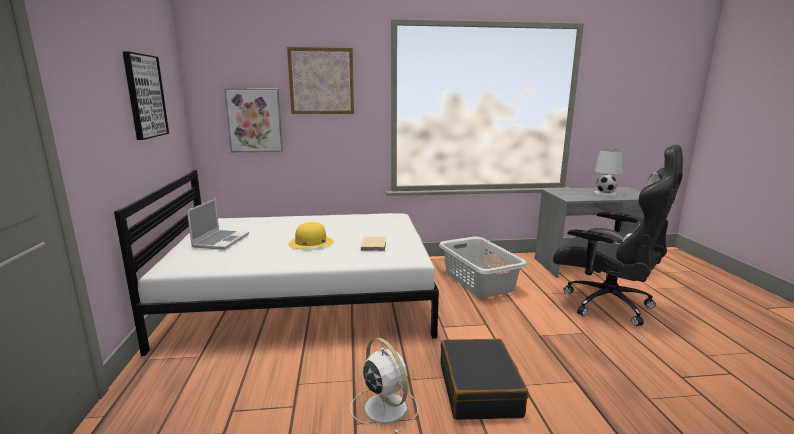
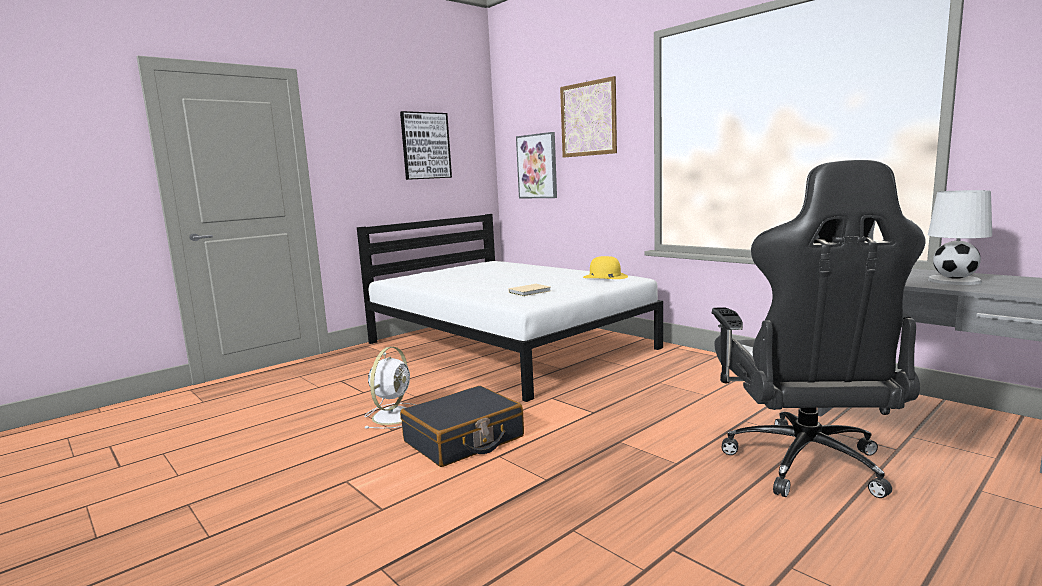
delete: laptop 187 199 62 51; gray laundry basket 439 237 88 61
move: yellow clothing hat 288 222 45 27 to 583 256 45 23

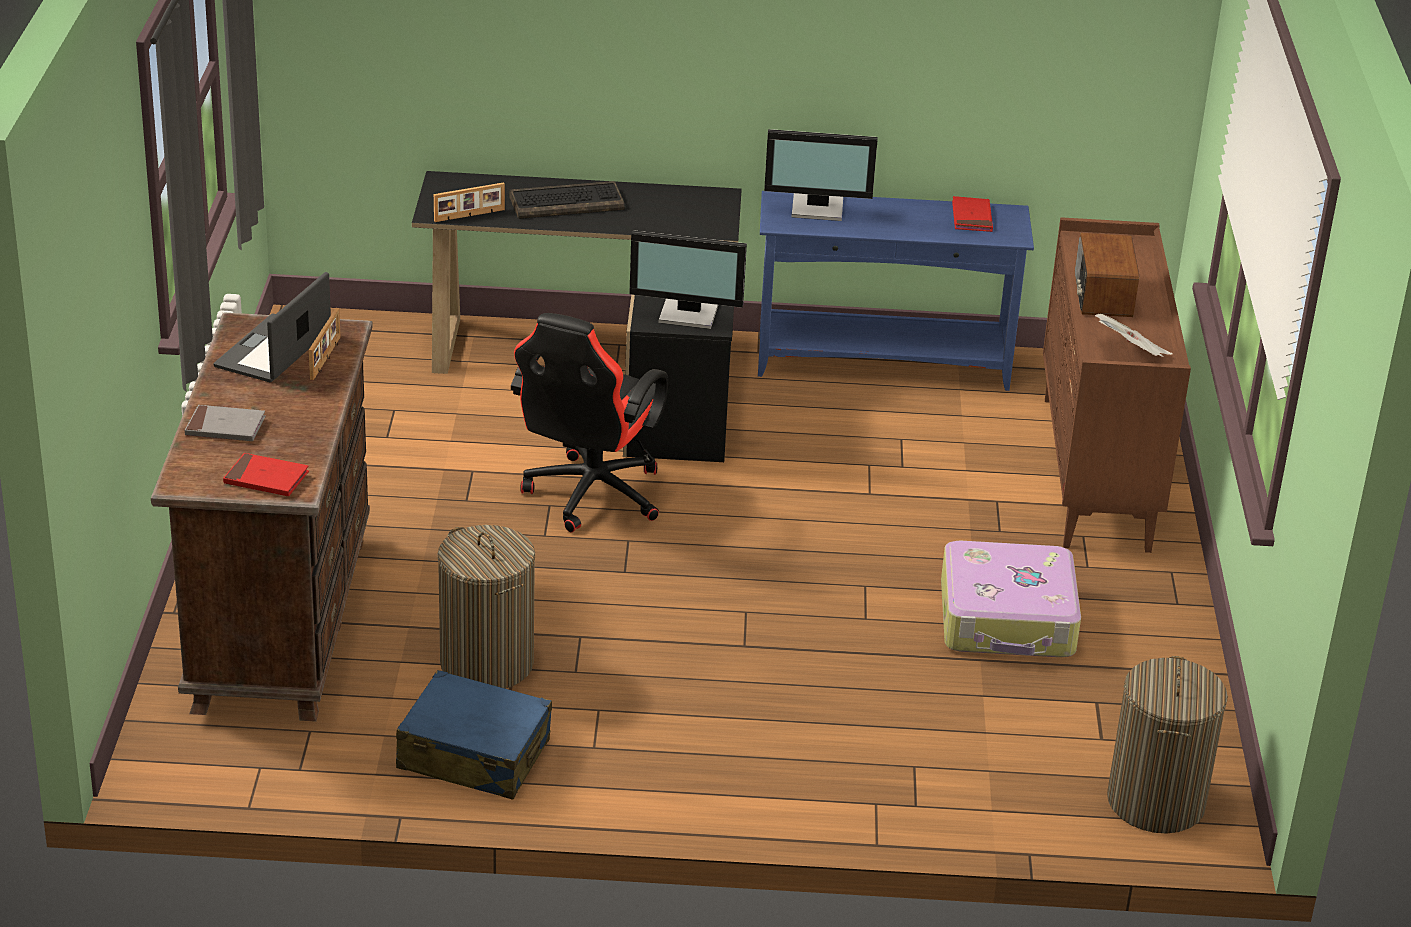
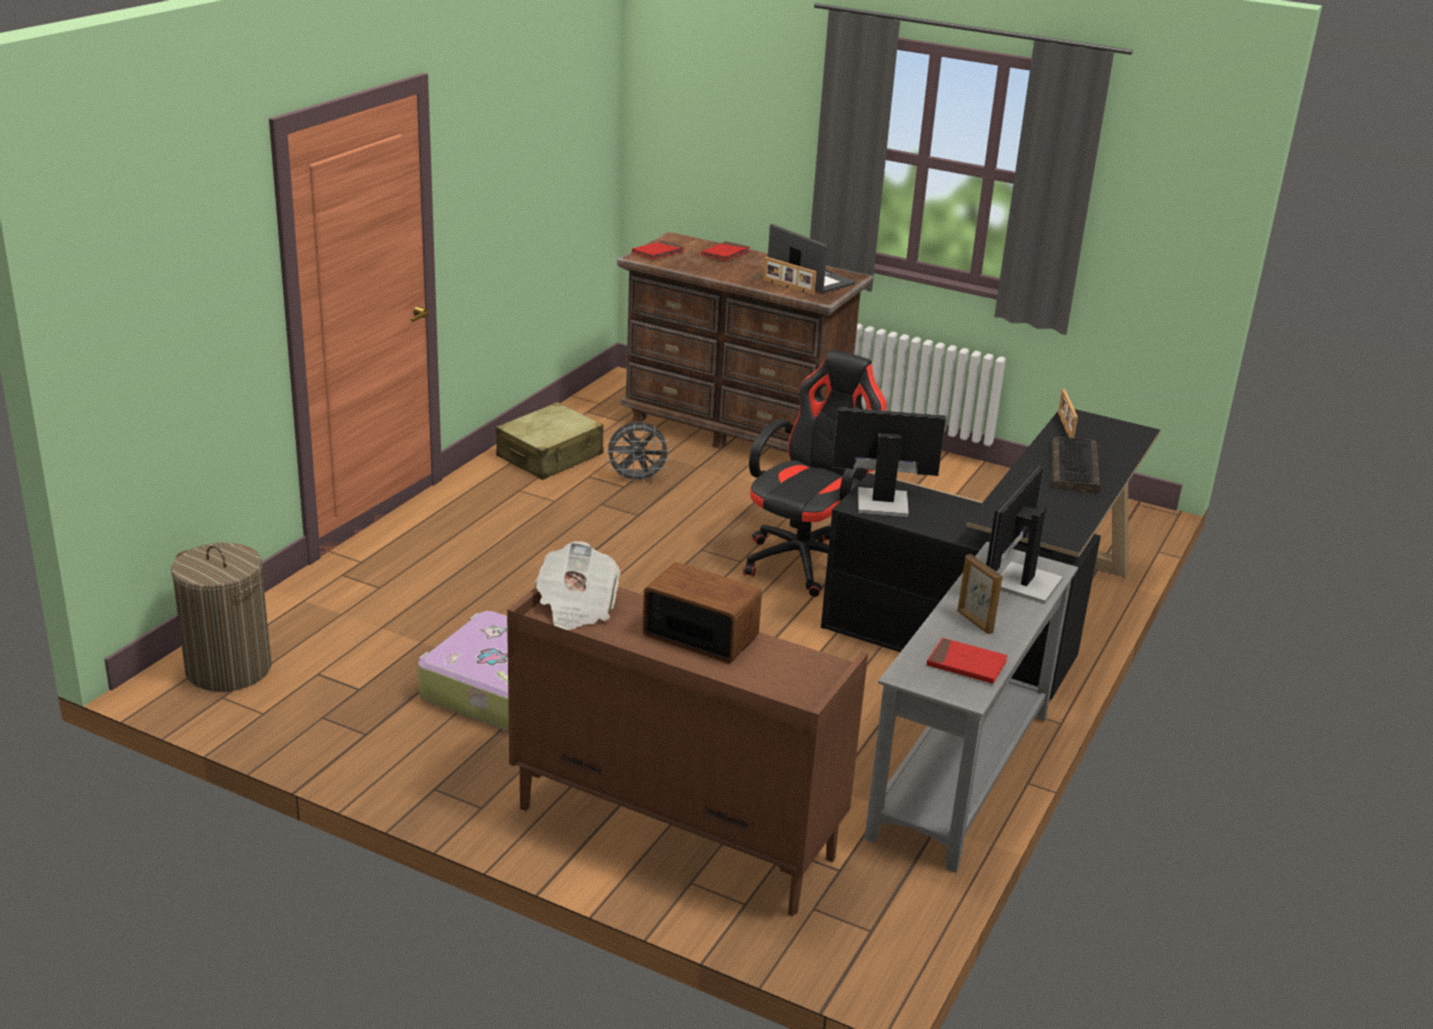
insert: photo frame 957 554 45 80
replace: laundry basket 438 525 97 164 to gray cooling fan 605 422 67 62
recolor: gray book 185 405 81 36 to red book 701 241 49 20; blue piece of luggage 396 670 156 130 to sand-coloured piece of luggage 496 402 108 78; blue console table 758 191 276 200 to gray console table 864 542 214 331
rotate: black office chair 511 313 157 220 = 743 350 143 247 75 degrees clockwise; monitor 629 230 118 99 = 832 407 114 110 60 degrees clockwise

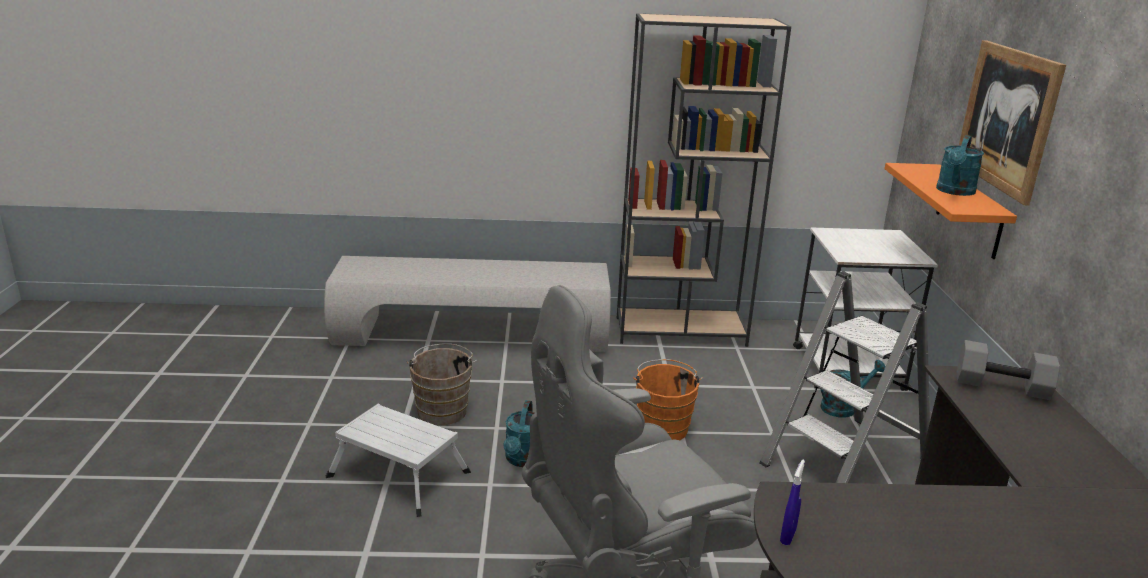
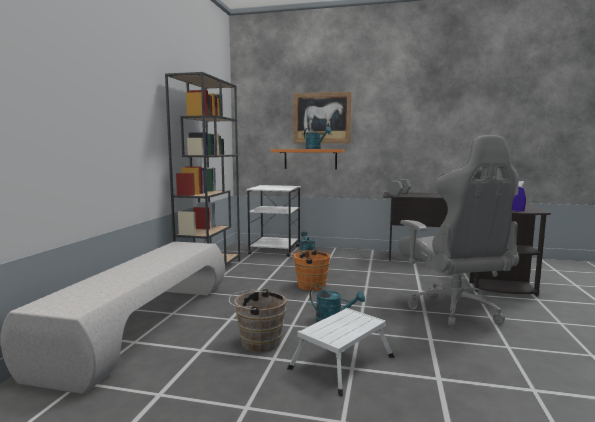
delete: gray step stool 759 271 171 212

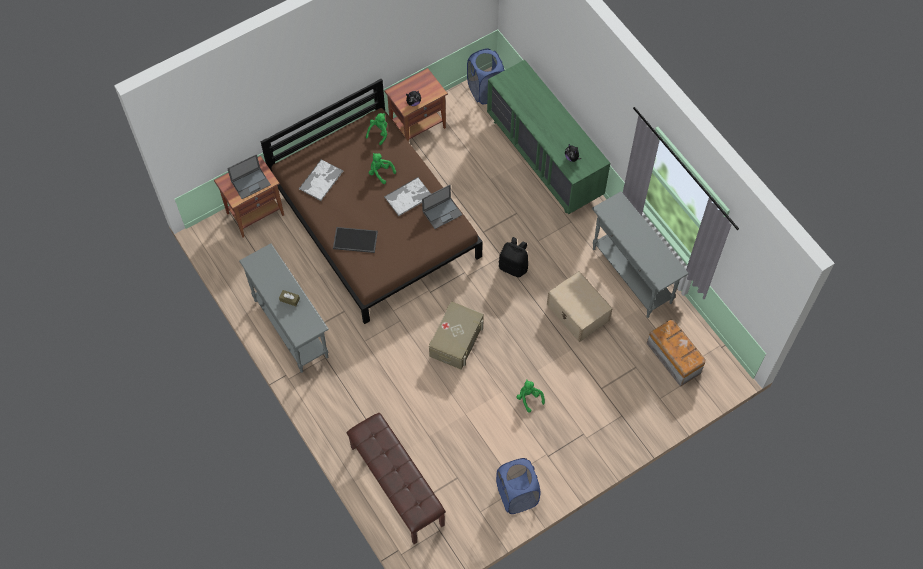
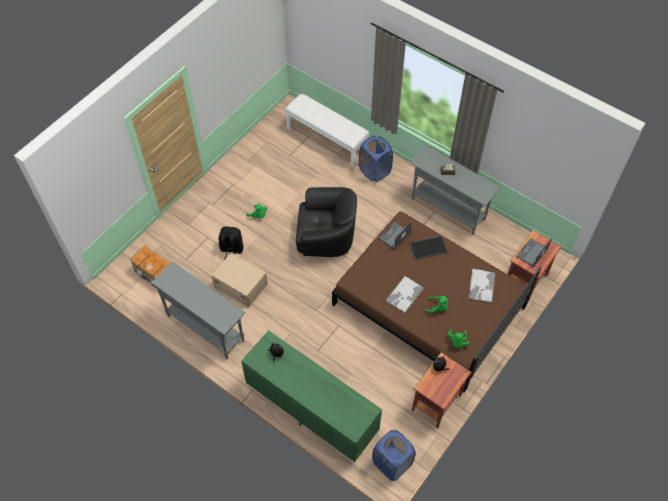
move: laptop 422 185 41 44 to 379 220 33 30; blue laundry basket 496 458 45 56 to 359 136 34 46; black rucksack 499 237 29 41 to 219 226 24 33
replace: sand-coloured storage container 429 301 55 69 to black lounge chair 296 187 61 70
recolor: brownish indoor bench 346 413 100 131 to white-coloured indoor bench 285 94 84 73

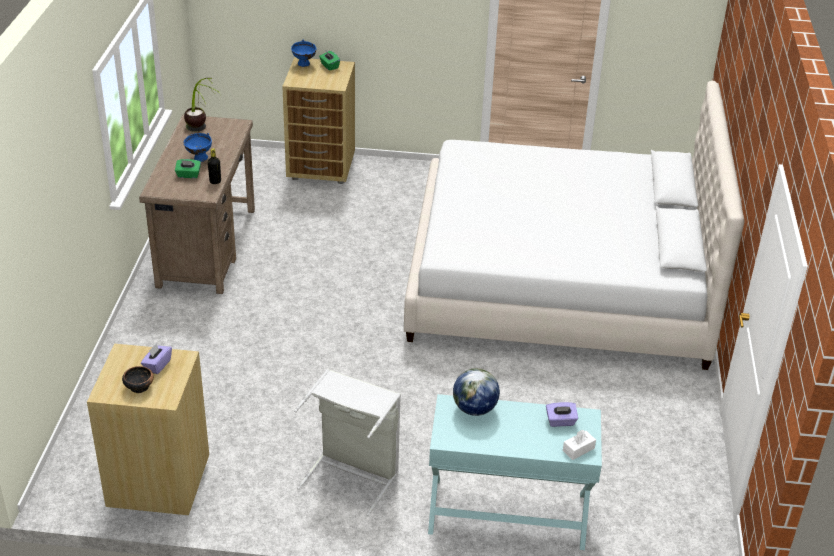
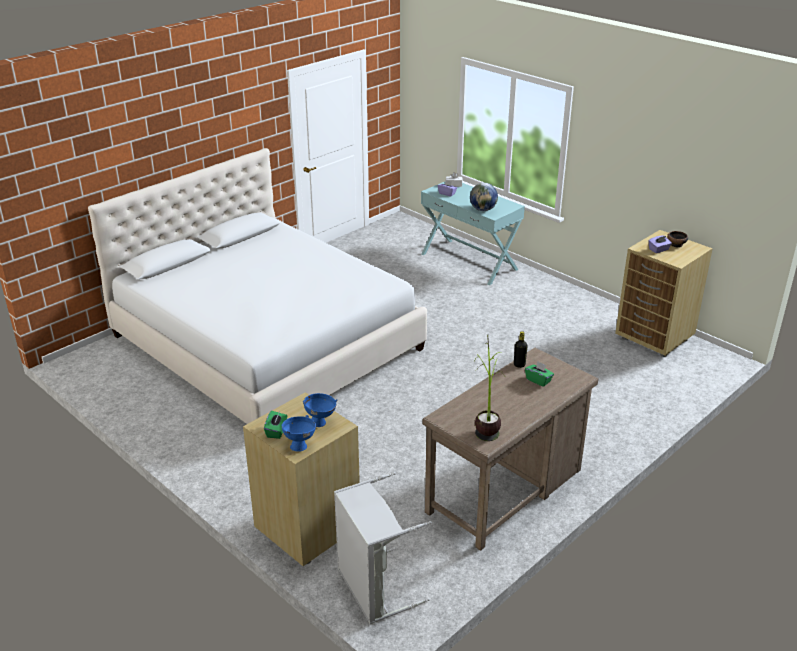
move: blue serving bowl 184 133 28 29 to 303 393 34 34; gray laundry basket 294 369 107 147 to 334 472 98 152

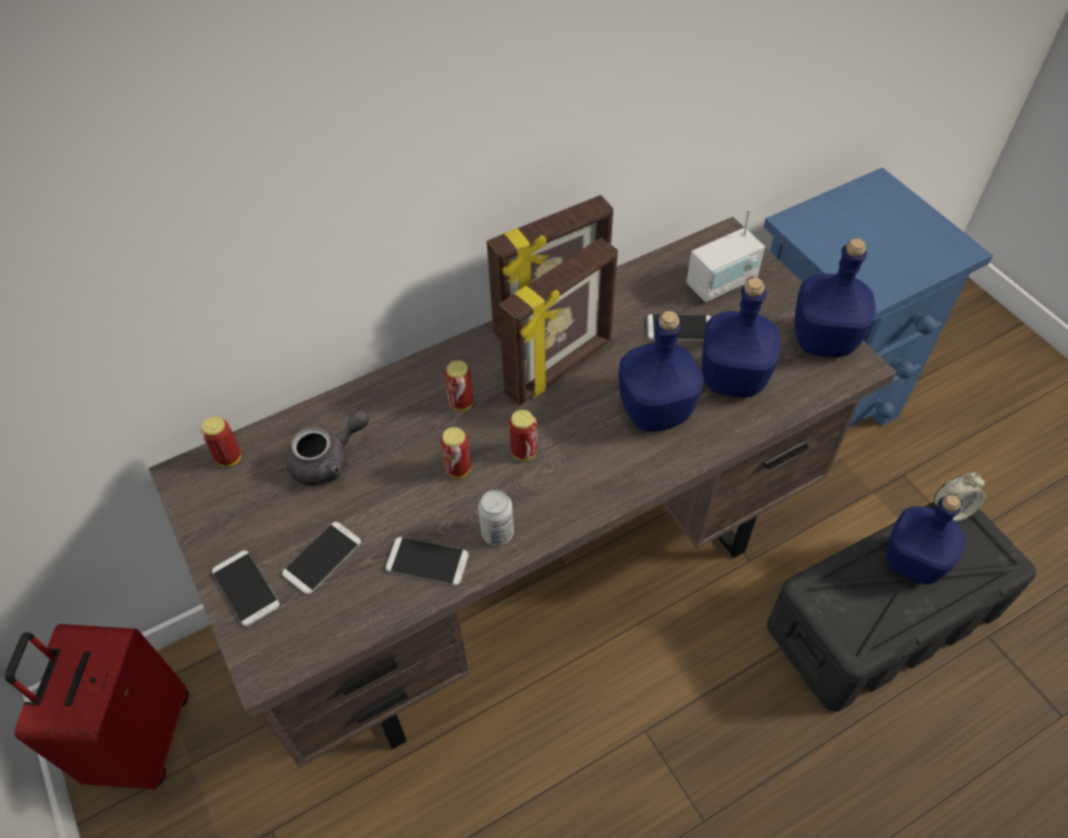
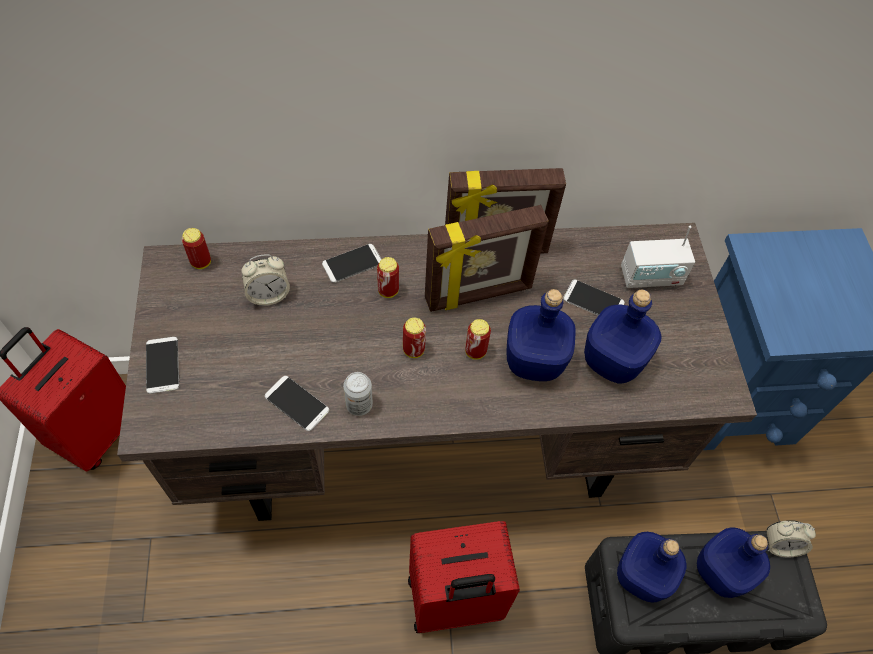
insert: red piece of luggage 408 521 112 112
move: phone 282 522 79 72 to 322 244 59 39; can 440 427 31 51 to 465 319 26 41; blue drink bottle 795 238 81 119 to 617 532 70 71
replace: gray teapot 286 410 83 76 to alarm clock 241 254 49 52

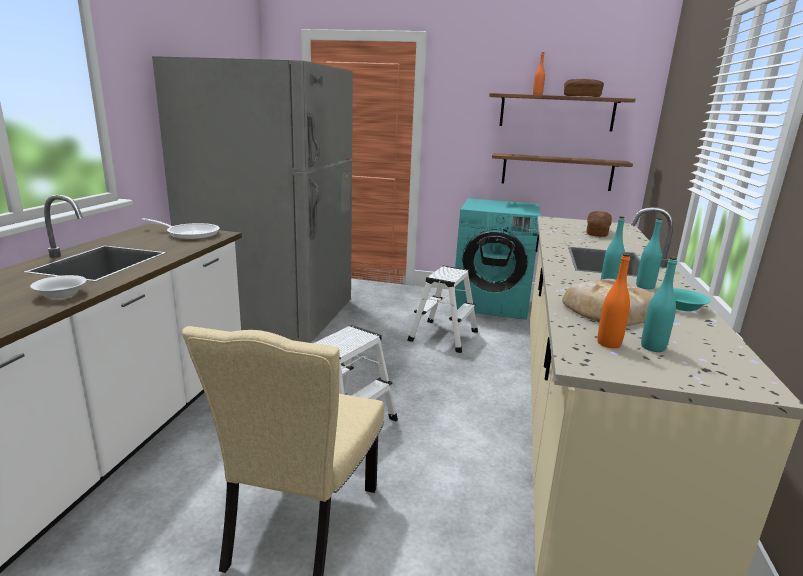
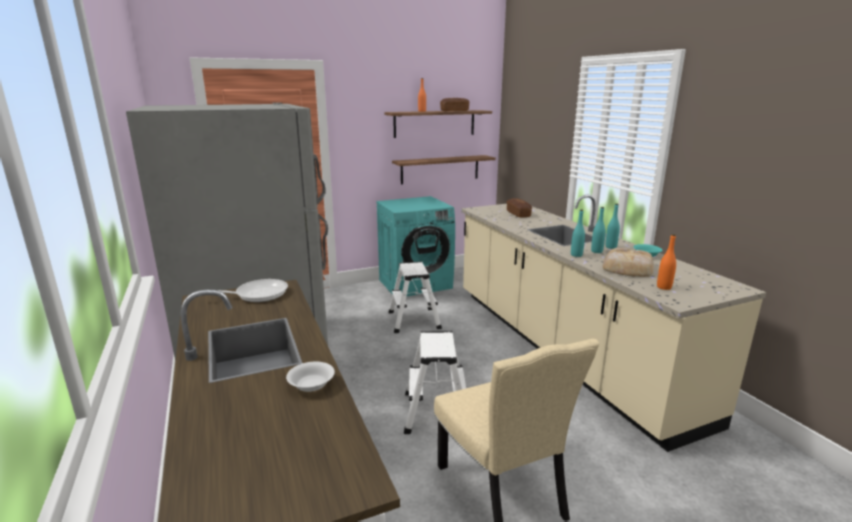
move: turquoise drink bottle 641 257 36 95 to 571 210 14 47

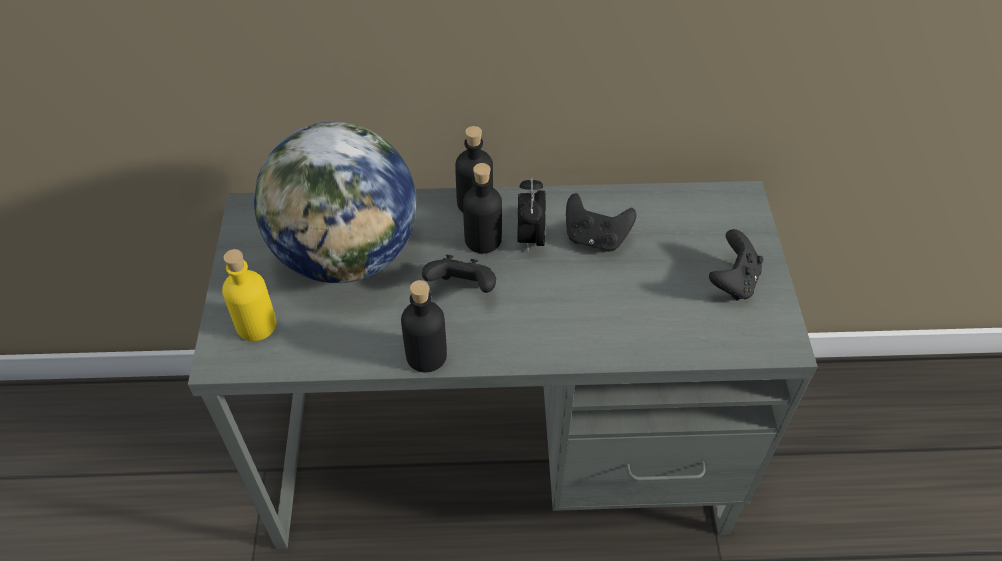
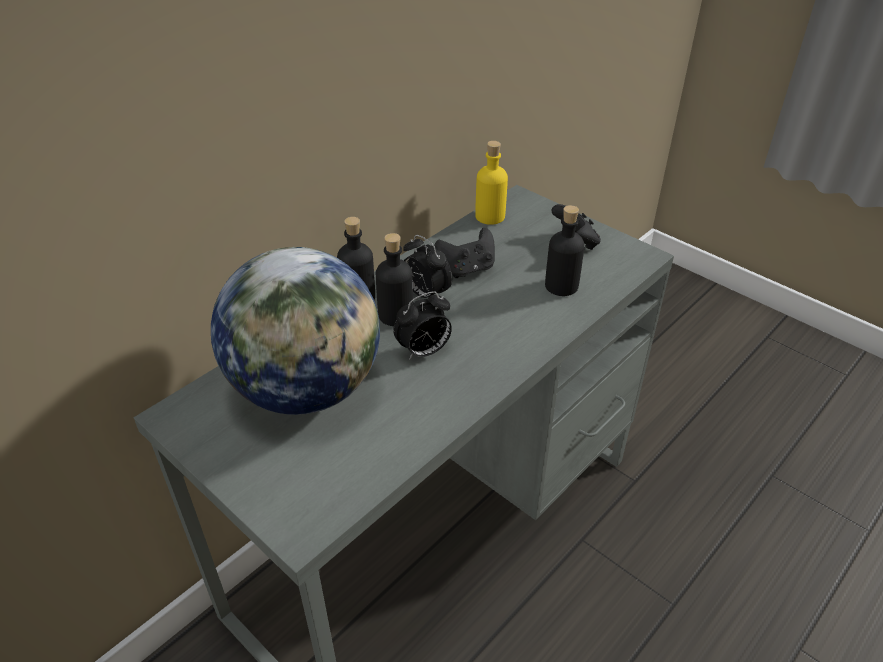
move: yellow drink bottle 222 249 54 92 to 475 141 33 84; black drink bottle 401 280 46 92 to 545 205 40 91
replace: black game controller 422 254 74 39 to alarm clock 393 291 59 69

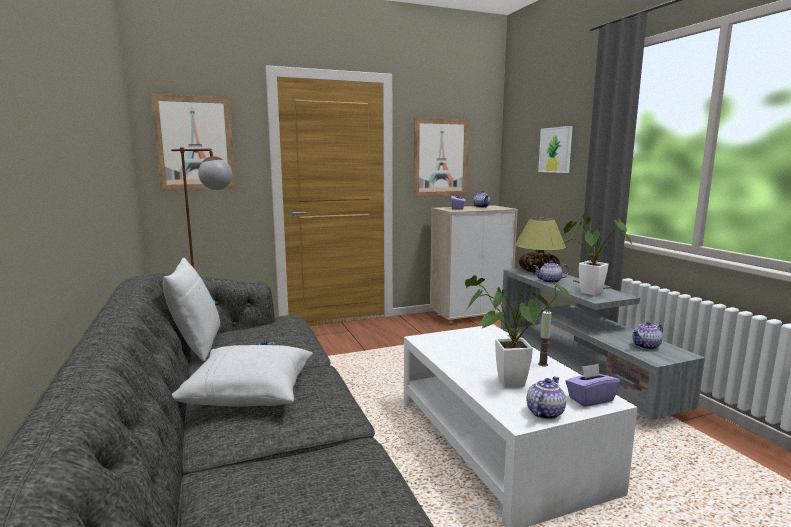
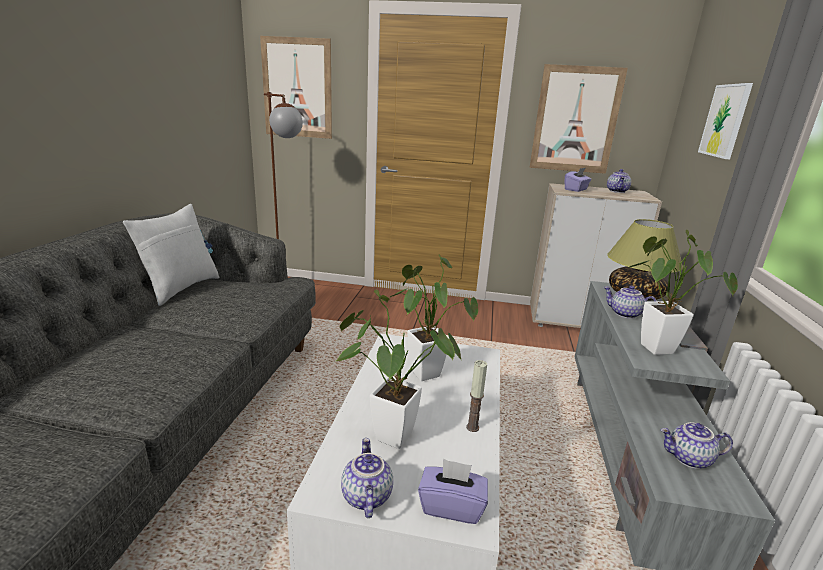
delete: gray throw pillow 172 341 141 66
insert: houseplant 389 254 89 127
rotate: teapot 527 376 39 43 = 341 438 52 80 75 degrees counterclockwise

